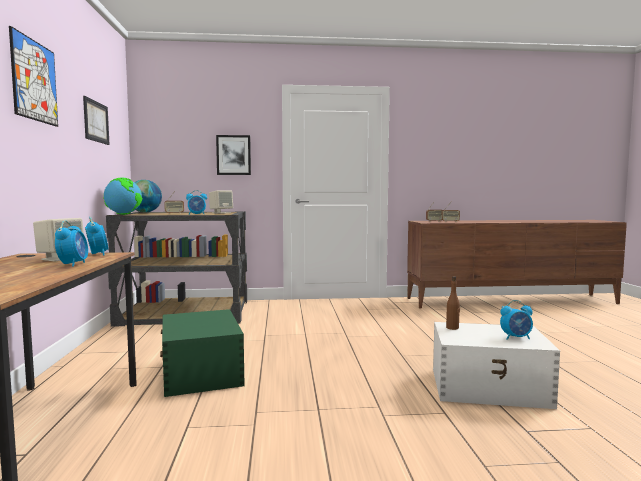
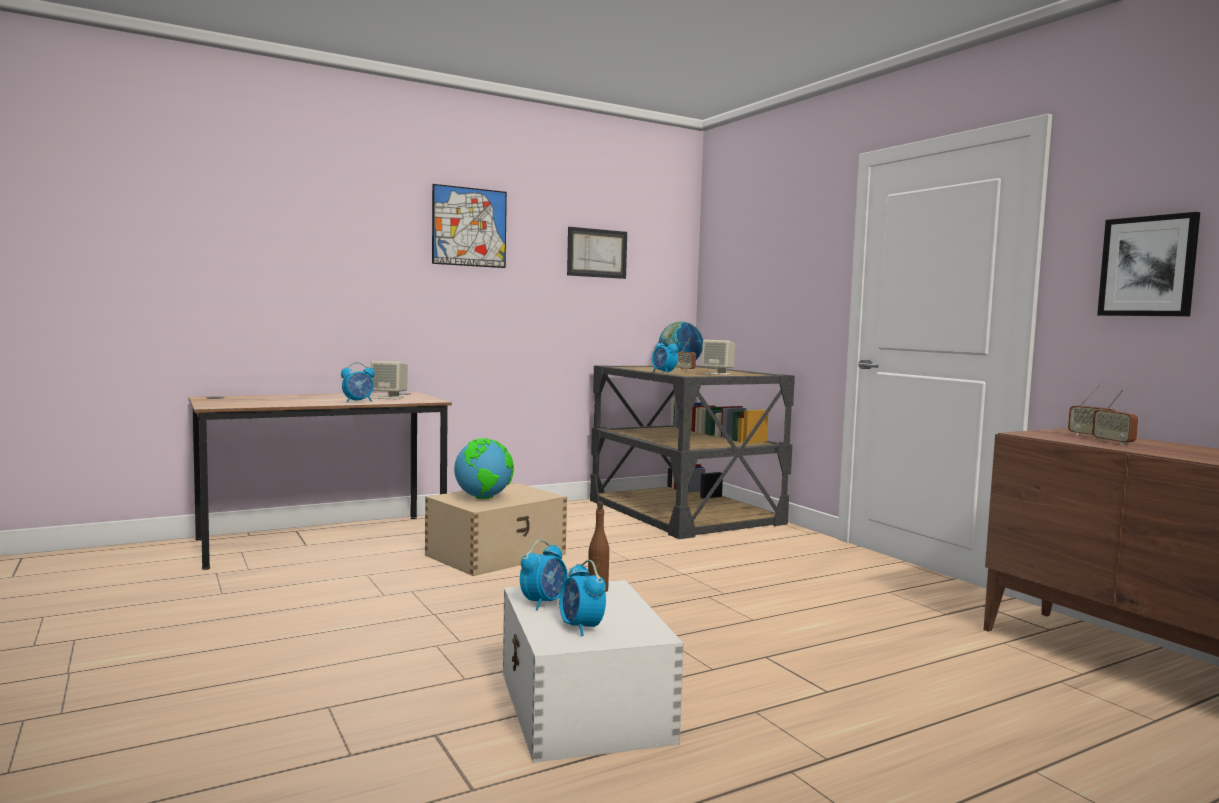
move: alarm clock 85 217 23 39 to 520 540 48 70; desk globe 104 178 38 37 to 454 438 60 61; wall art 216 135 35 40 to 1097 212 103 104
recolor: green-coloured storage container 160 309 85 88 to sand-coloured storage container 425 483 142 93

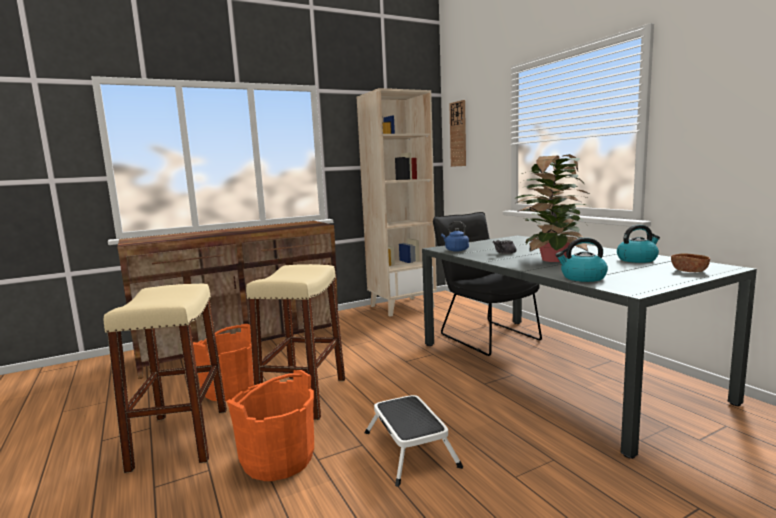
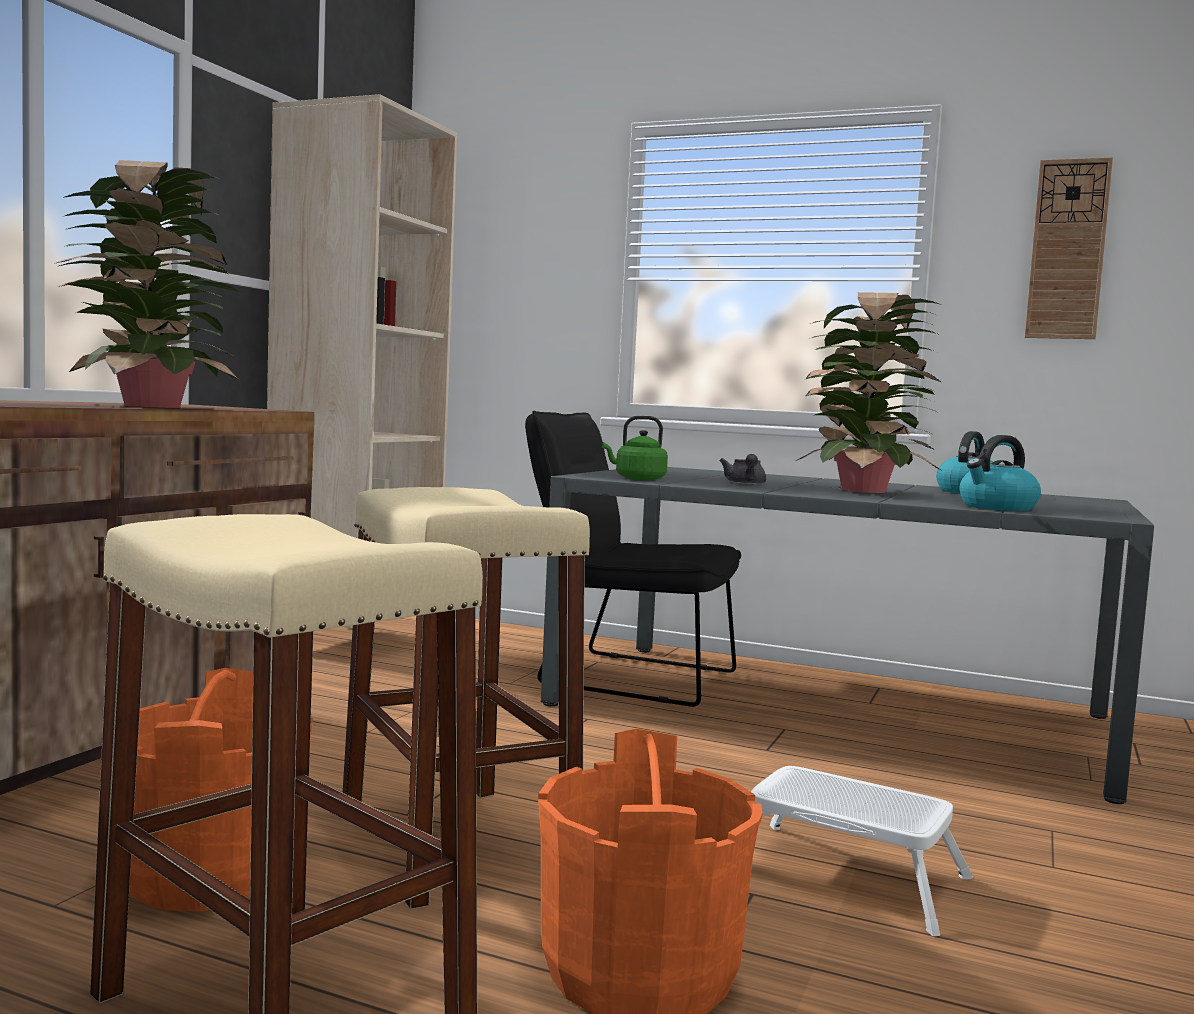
delete: brownish serving bowl 671 253 39 19
insert: houseplant 54 160 187 248
move: clock on the wall 449 100 17 67 to 1025 157 88 182
recolor: black step stool 365 395 98 92 to white-coloured step stool 751 766 222 170; blue kettle 441 221 28 31 to green-coloured kettle 602 416 66 65

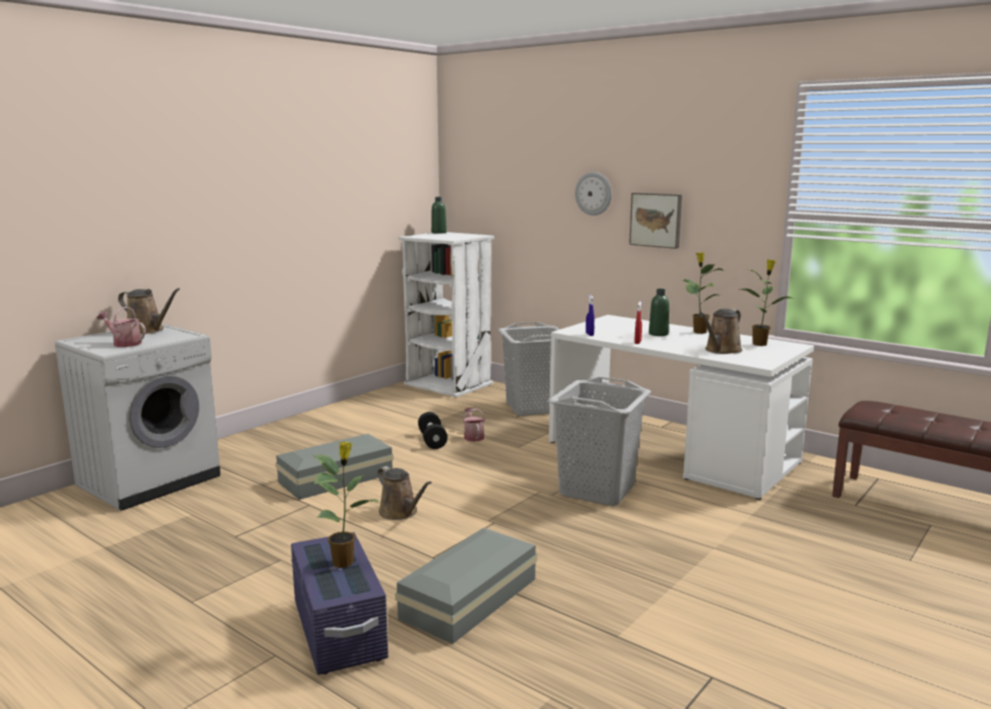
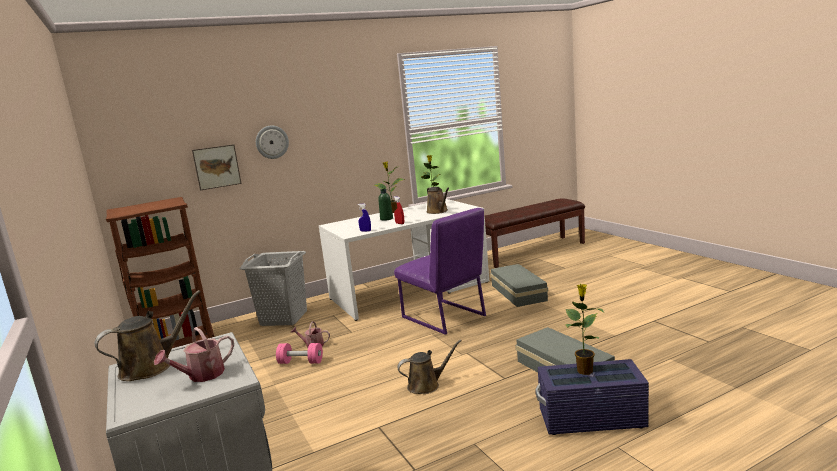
delete: green-coloured drink bottle 431 197 16 37
move: gray storage container 275 434 119 66 to 490 264 58 43; wall art 629 193 53 56 to 192 144 49 46
replace: gray laundry basket 548 377 103 129 to purple-coloured chair 394 208 92 127
recolor: white-coloured shelving unit 398 232 96 165 to brownish shelving unit 106 197 108 151; black free weight 418 412 30 37 to pink free weight 276 343 47 21

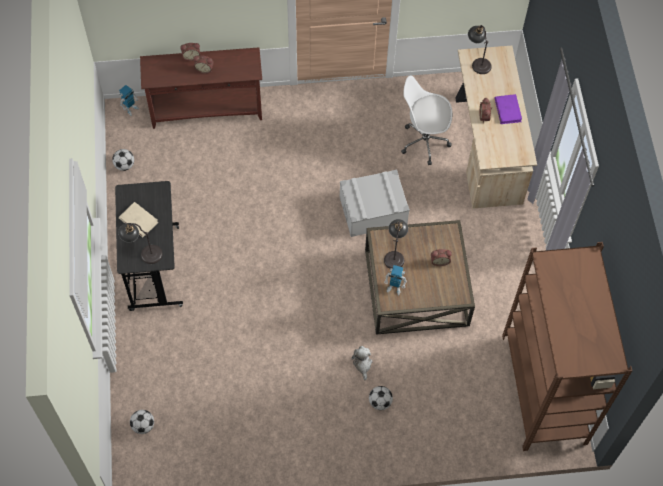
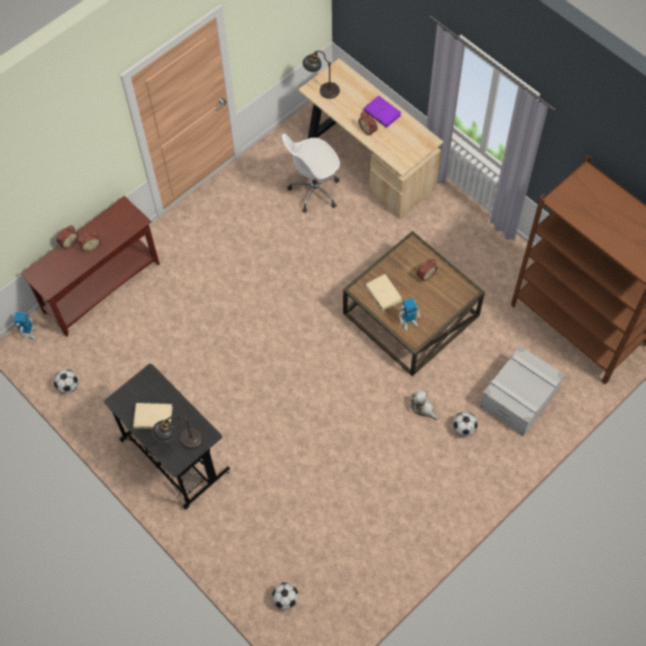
move: gray storage container 339 170 71 67 to 479 345 85 91
replace: gray table lamp 384 219 24 50 to sand-coloured book 365 274 37 37

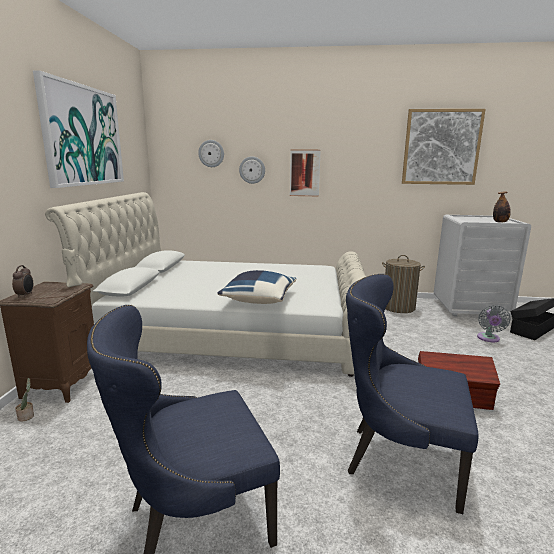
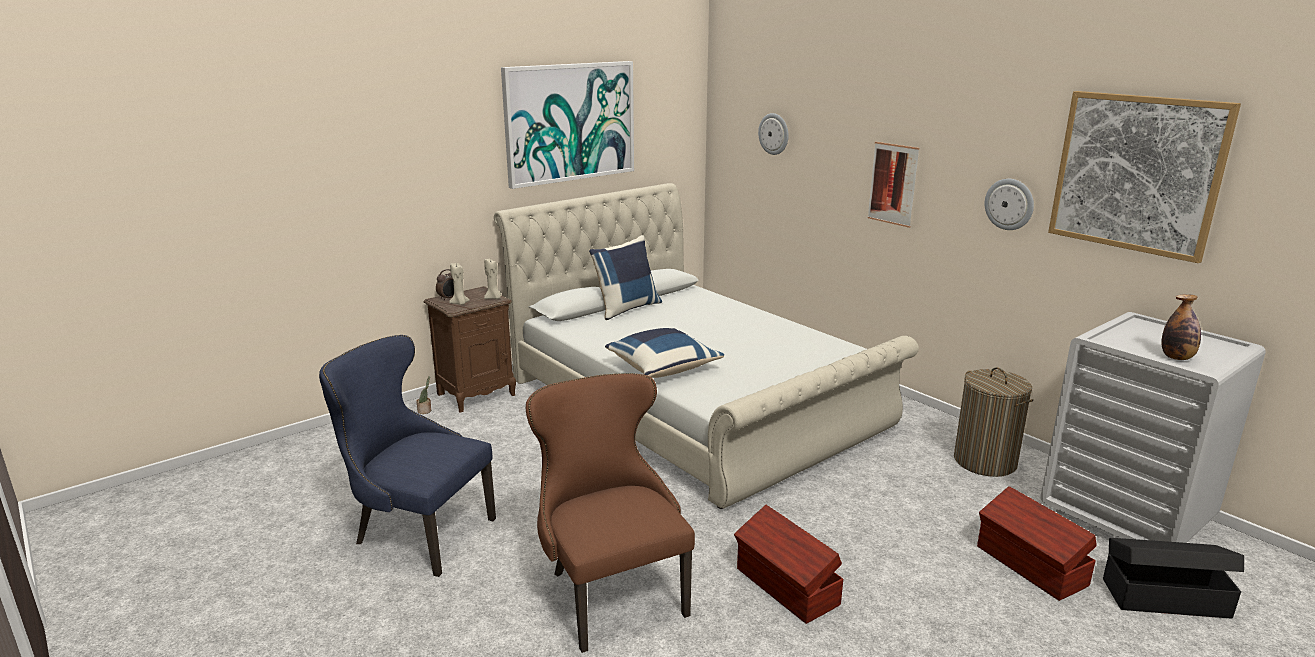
insert: sand-coloured wax candle 449 263 21 42; blue throw pillow 589 235 73 85
move: clock on the wall 239 156 26 28 to 985 179 49 51
replace: gray cooling fan 477 305 33 37 to brownish storage container 977 486 120 115
recolor: blue chair 346 274 133 240 to brownish chair 526 373 169 280

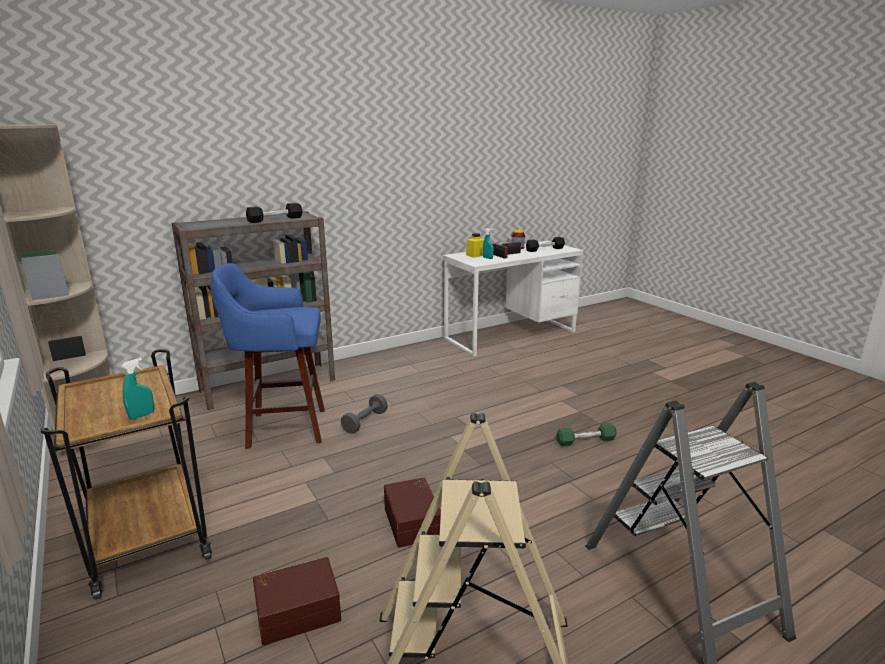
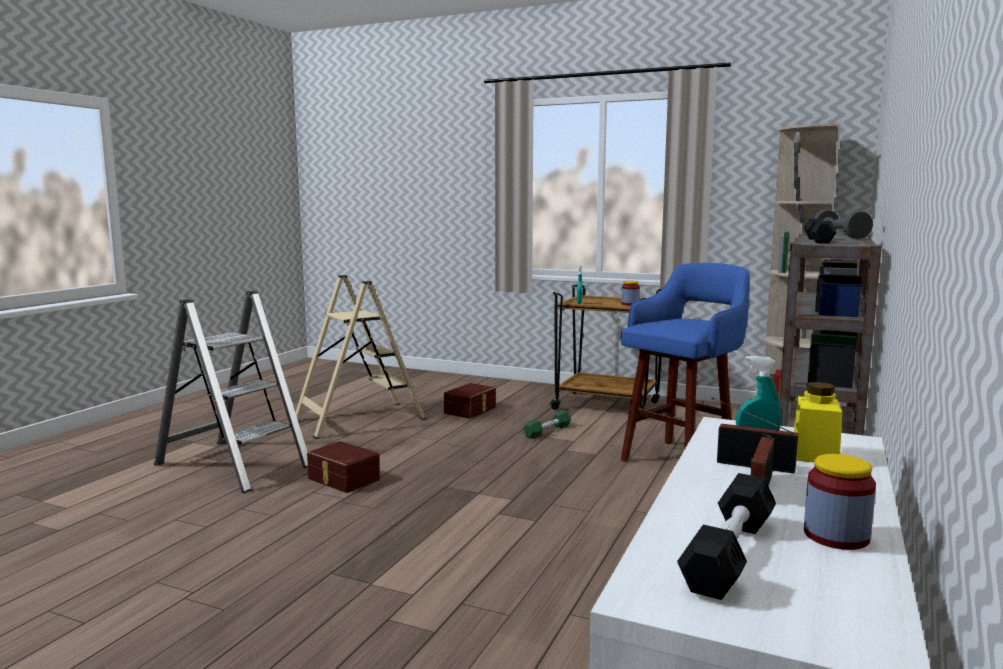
insert: jar 621 281 19 24
move: gray free weight 341 394 47 40 to 813 210 60 29; brownish storage container 384 477 57 71 to 307 441 73 52; green-coloured free weight 556 423 61 23 to 524 410 47 29

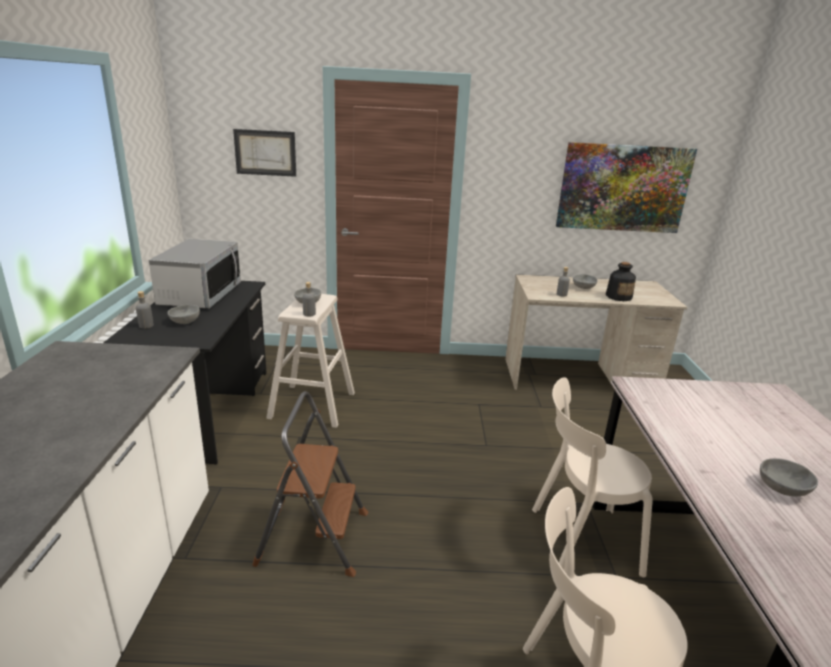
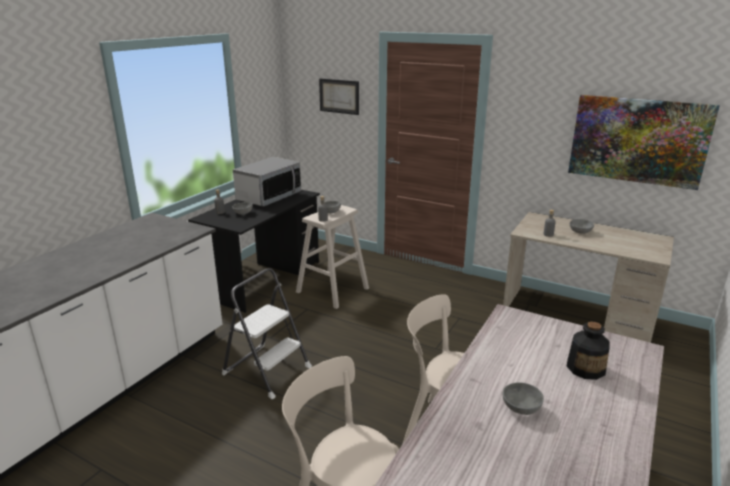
move: drink bottle 605 262 31 39 to 566 322 44 58
recolor: brownish step stool 253 391 115 186 to white-coloured step stool 222 268 90 131

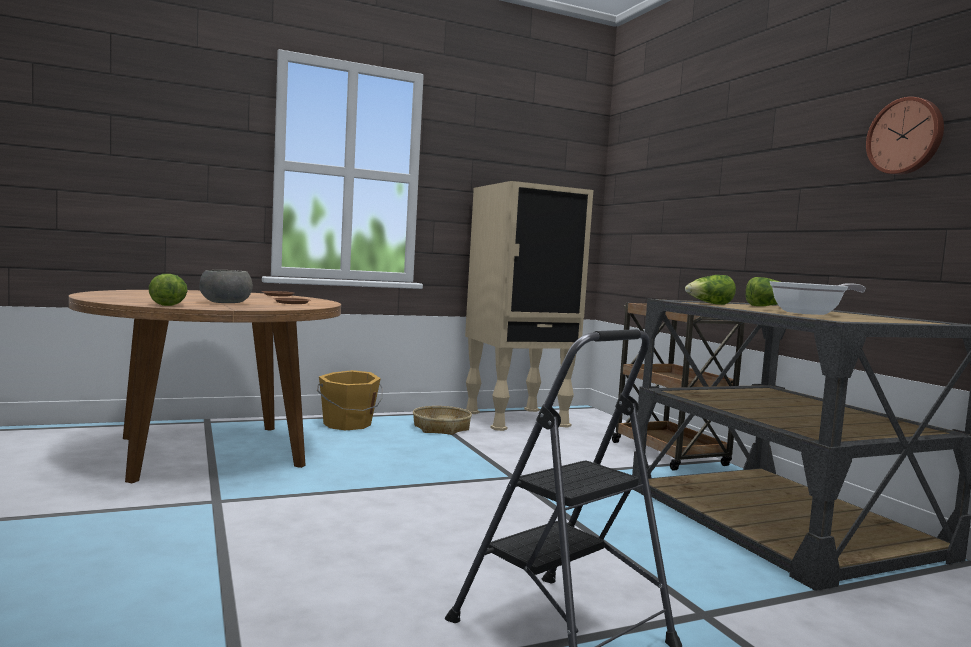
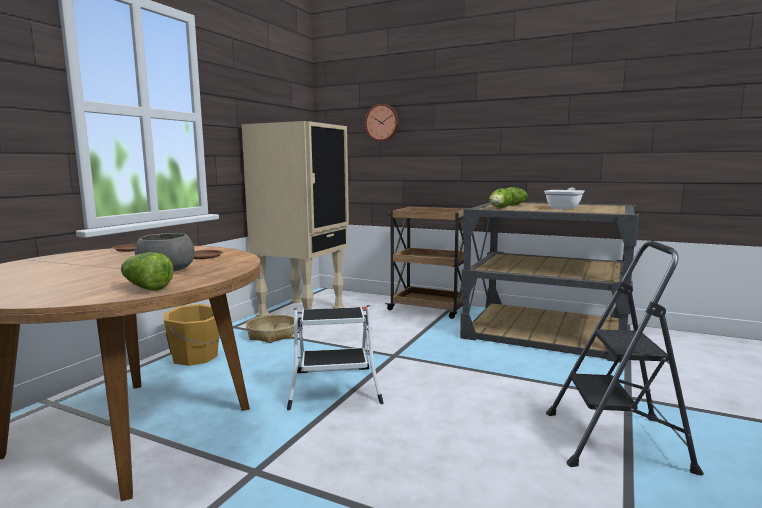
insert: step stool 287 305 97 105
move: clock on the wall 866 97 78 78 to 365 104 34 37

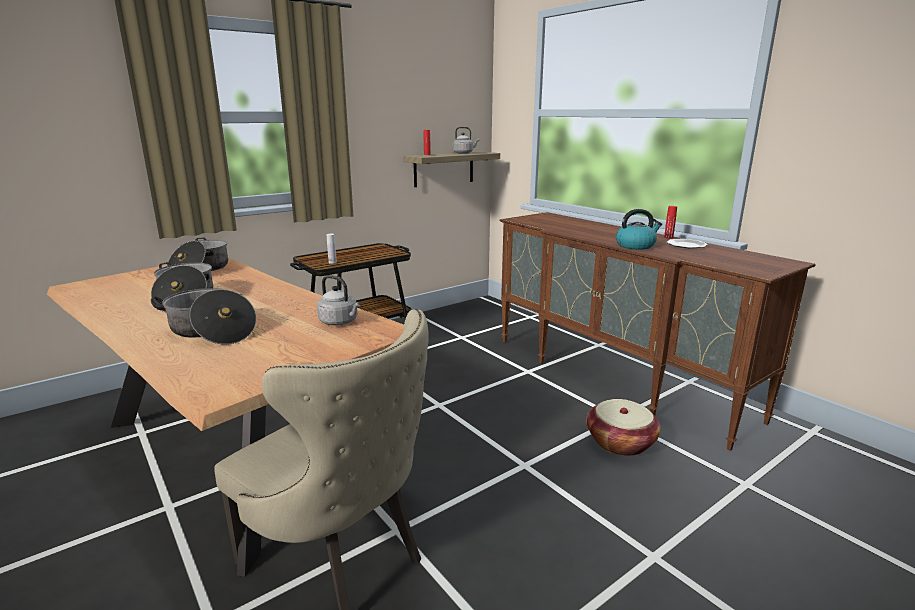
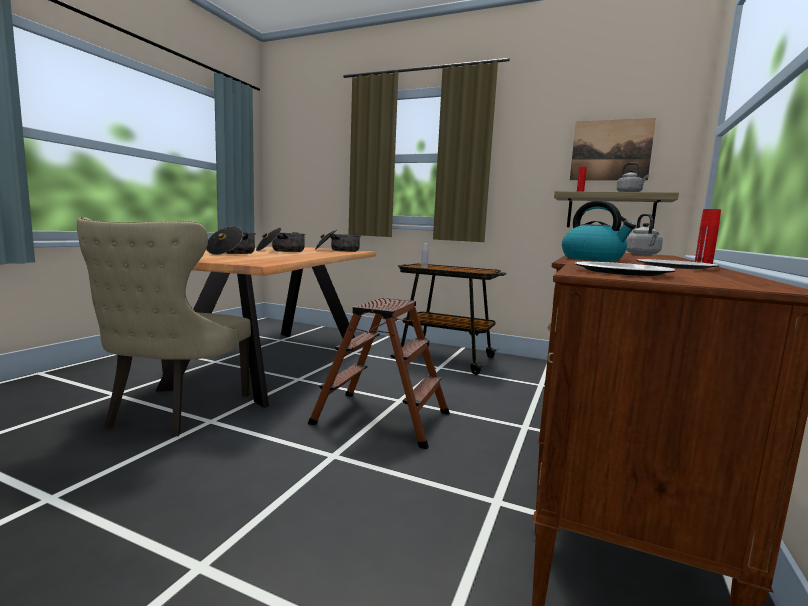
delete: household basket 586 399 75 57
insert: brownish step stool 308 297 142 152; wall art 570 118 86 62; plate 575 262 101 14
move: gray kettle 317 275 44 50 to 626 214 37 41

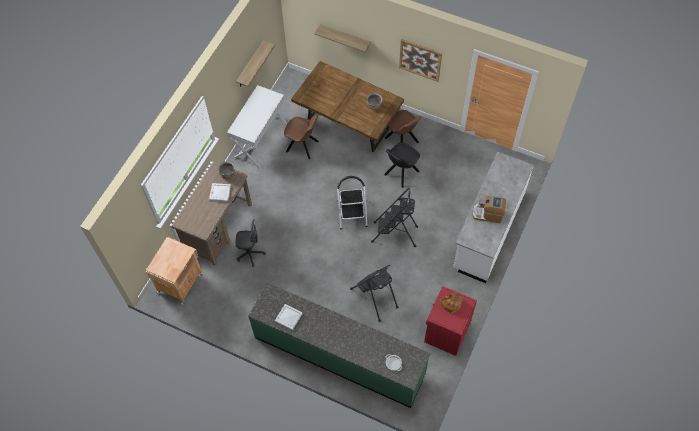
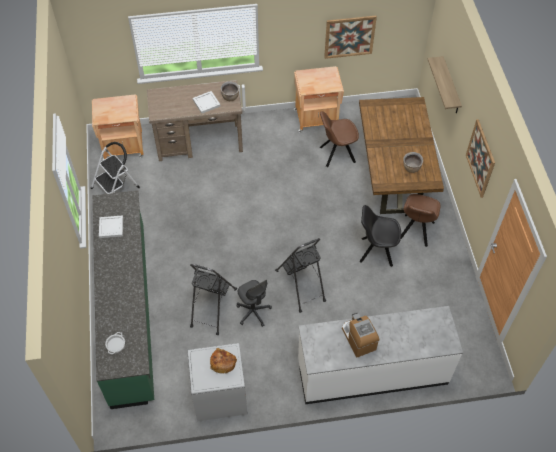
move: gray office chair 235 219 31 48 to 237 280 35 47; step stool 337 176 31 54 to 91 142 49 52
replace: white-coloured console table 227 85 60 83 to brownish wheeled cart 294 66 50 67; wall shelf 236 41 39 46 to wall art 324 16 53 43
recolor: red laundry machine 424 286 53 70 to white-coloured laundry machine 187 343 60 78
rotate: brownish chair 284 115 35 44 = 320 111 39 56 90 degrees clockwise

